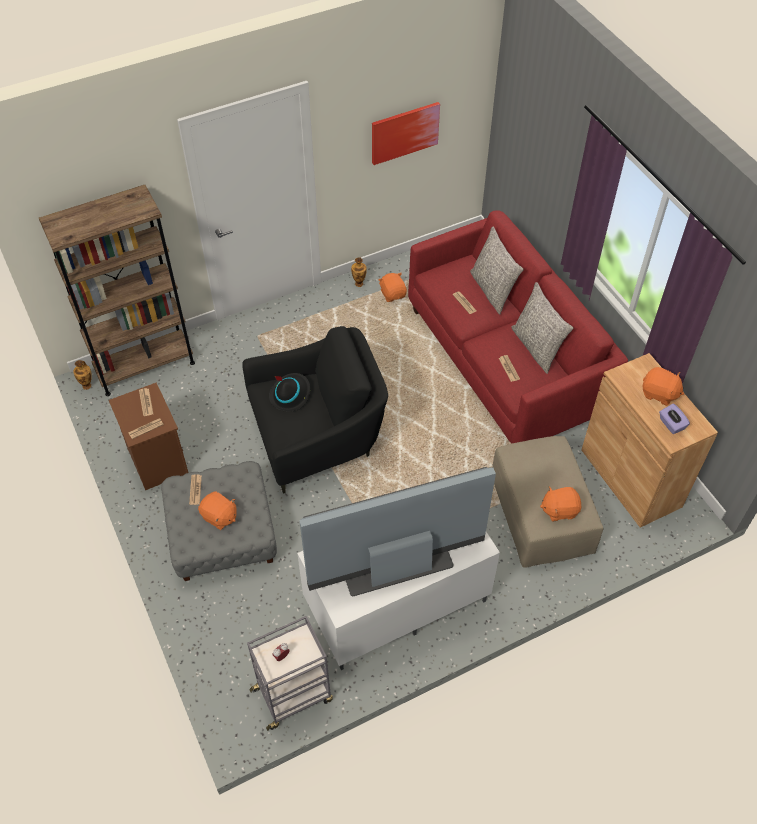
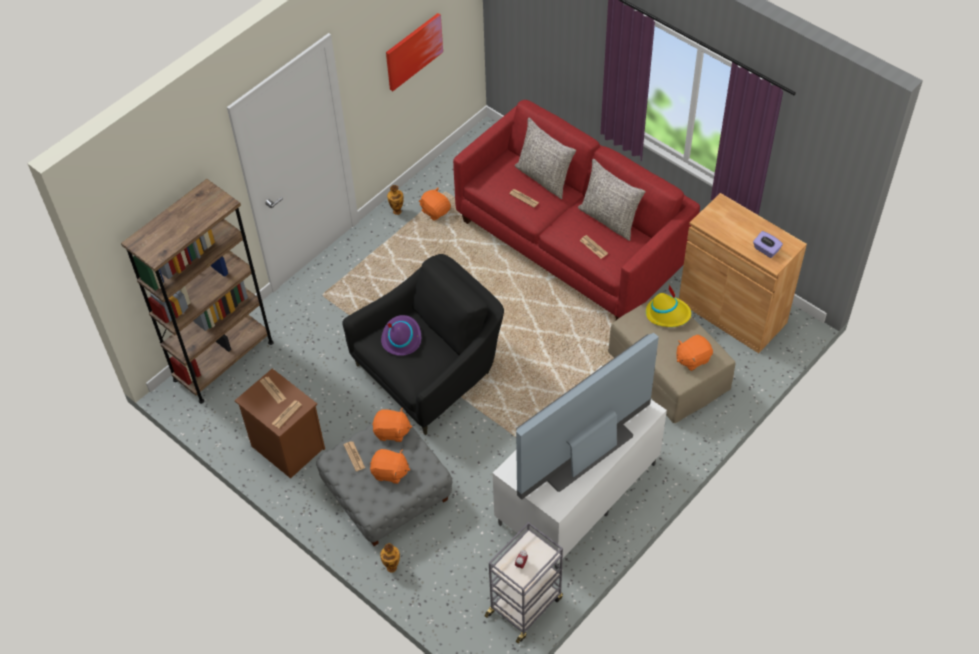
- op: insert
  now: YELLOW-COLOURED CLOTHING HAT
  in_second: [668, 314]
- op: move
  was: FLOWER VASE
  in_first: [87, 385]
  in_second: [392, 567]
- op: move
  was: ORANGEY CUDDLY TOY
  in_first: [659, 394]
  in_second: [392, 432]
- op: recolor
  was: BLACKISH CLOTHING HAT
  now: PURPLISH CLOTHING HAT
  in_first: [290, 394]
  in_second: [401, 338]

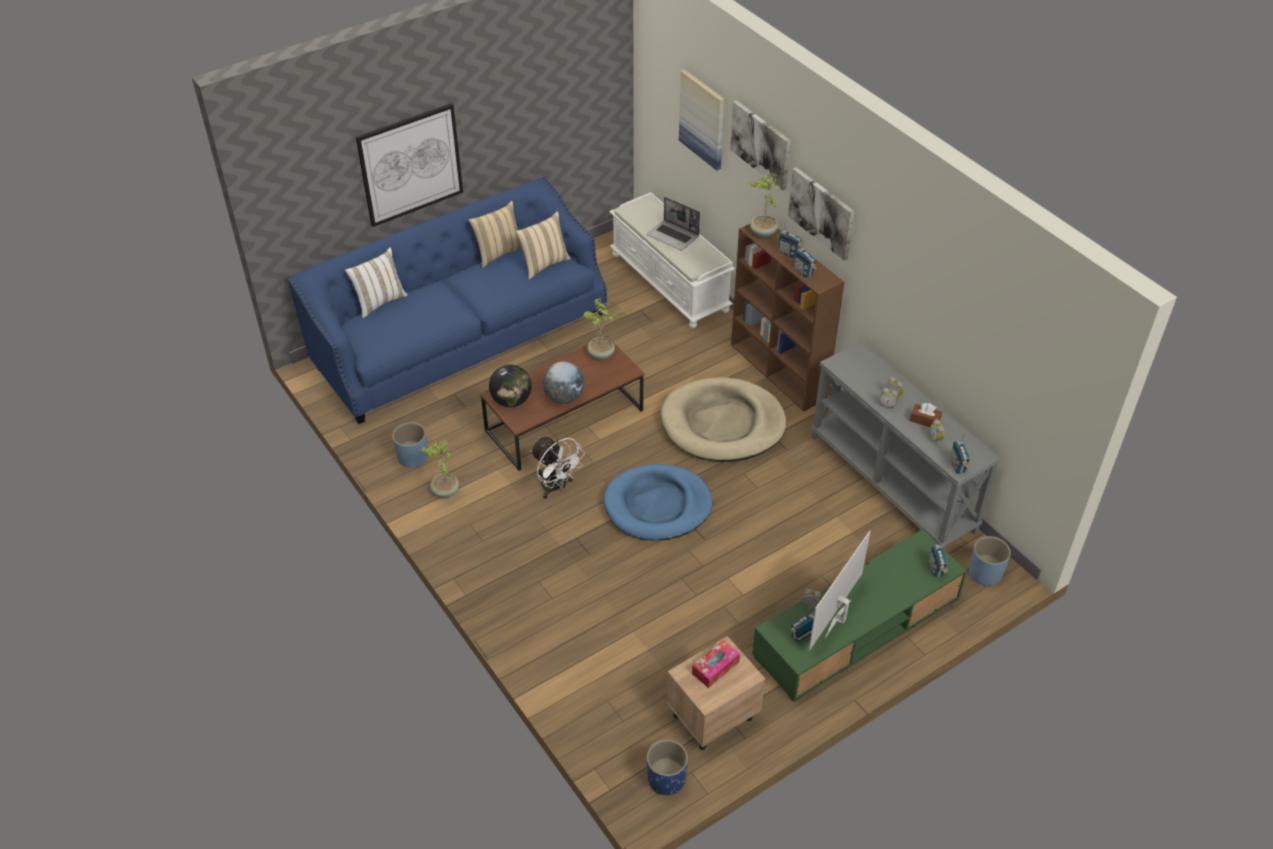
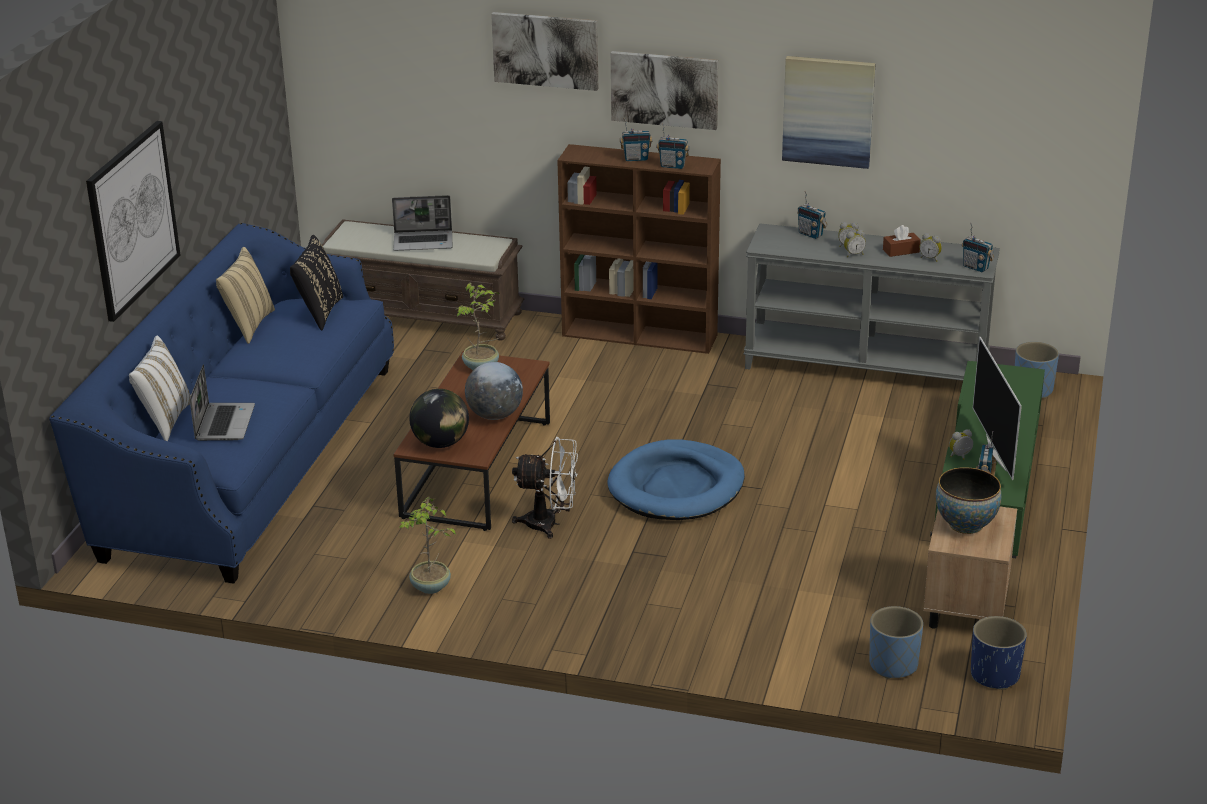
- op: delete
  was: BEIGE DOG CUSHION
  in_first: [723, 424]
- op: delete
  was: POTTED PLANT
  in_first: [762, 232]
- op: insert
  now: PORTABLE COMPUTER
  in_second: [224, 423]
- op: move
  was: BLUE-COLOURED FLOWER POT
  in_first: [413, 457]
  in_second: [893, 665]
- op: move
  was: PICTURE
  in_first: [703, 119]
  in_second: [828, 111]
- op: move
  was: RADIO RECEIVER
  in_first: [936, 569]
  in_second: [810, 234]
- op: replace
  was: TISSUE HOLDER
  now: BOWL
  in_first: [715, 668]
  in_second: [965, 524]
- op: recolor
  was: BEIGE CUSHION
  now: BLACKISH CUSHION
  in_first: [543, 264]
  in_second: [319, 312]
- op: recolor
  was: WHITISH BENCH
  now: BROWNISH BENCH
  in_first: [671, 282]
  in_second: [424, 315]

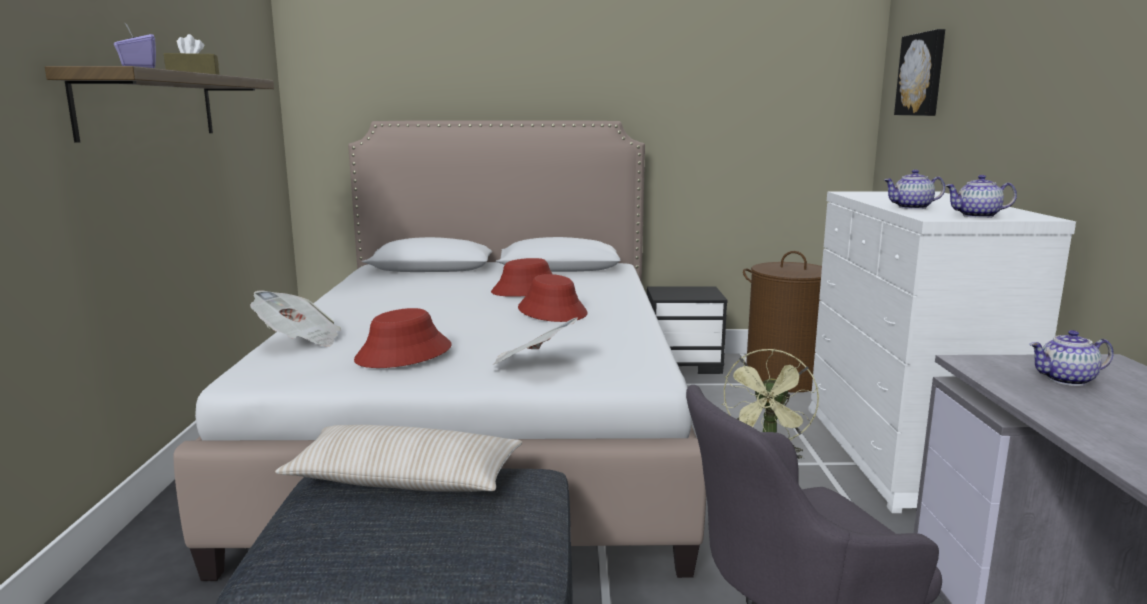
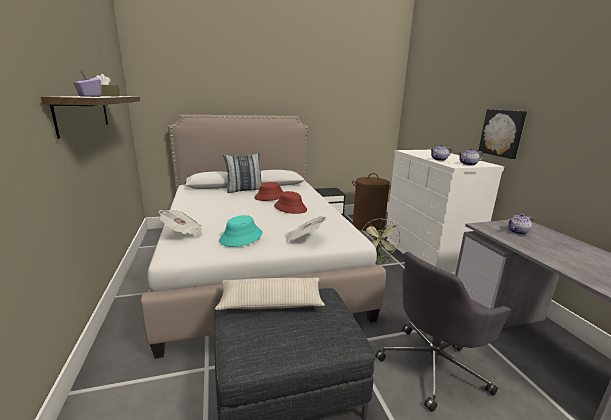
- op: insert
  now: CUSHION
  in_second: [244, 190]
- op: move
  was: PICTURE
  in_first: [922, 74]
  in_second: [502, 133]
- op: recolor
  was: RED-COLOURED CLOTHING HAT
  now: TURQUOISE-COLOURED CLOTHING HAT
  in_first: [404, 354]
  in_second: [241, 237]

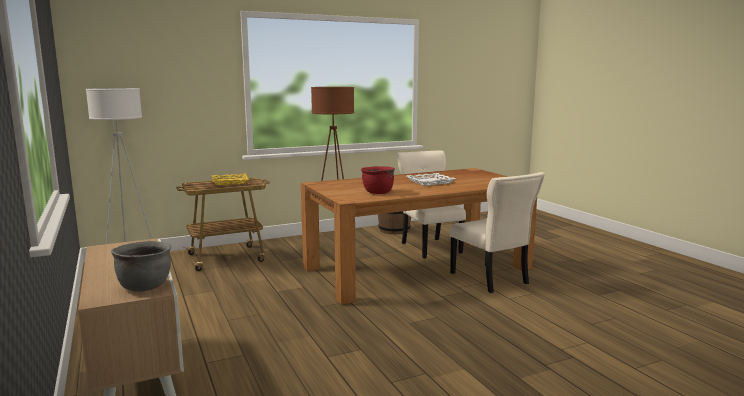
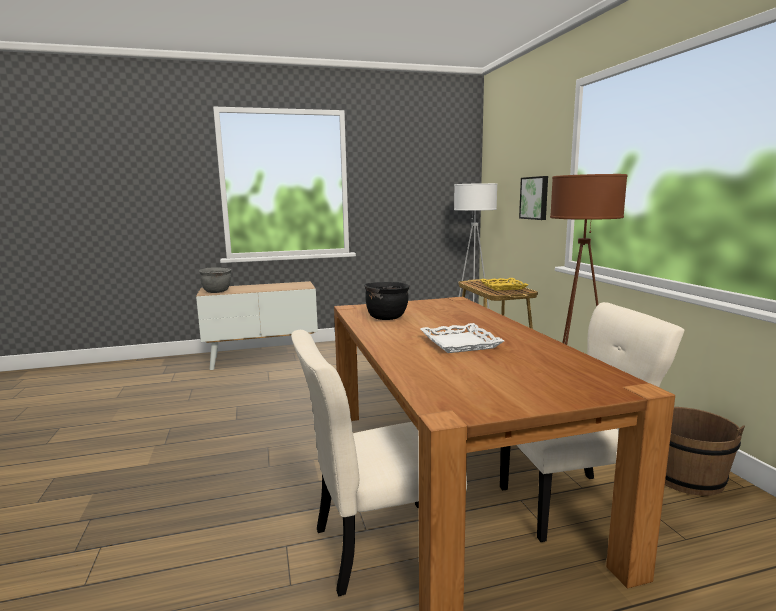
- op: insert
  now: PICTURE
  in_second: [535, 198]
- op: recolor
  was: RED-COLOURED COOKING POT
  now: BLACKISH COOKING POT
  in_first: [377, 192]
  in_second: [387, 317]

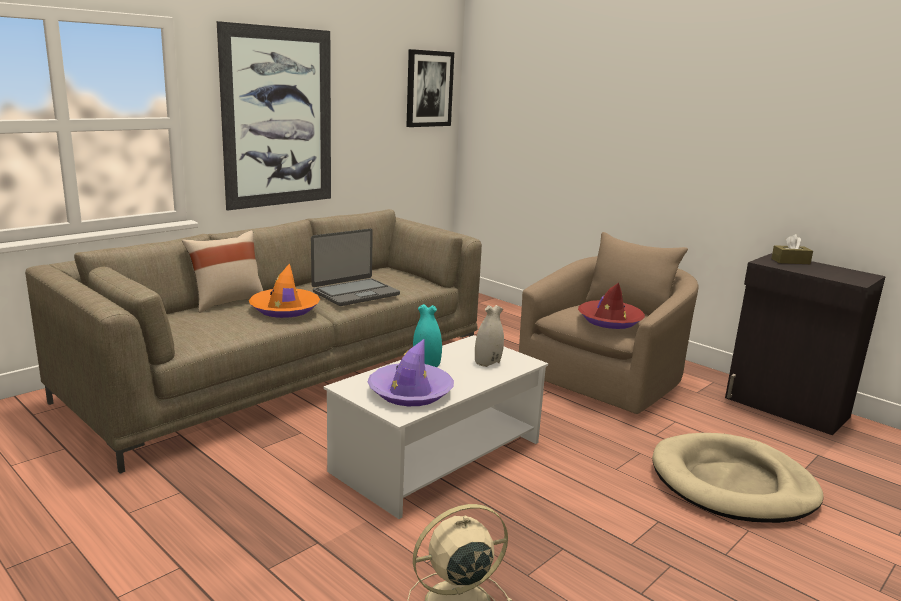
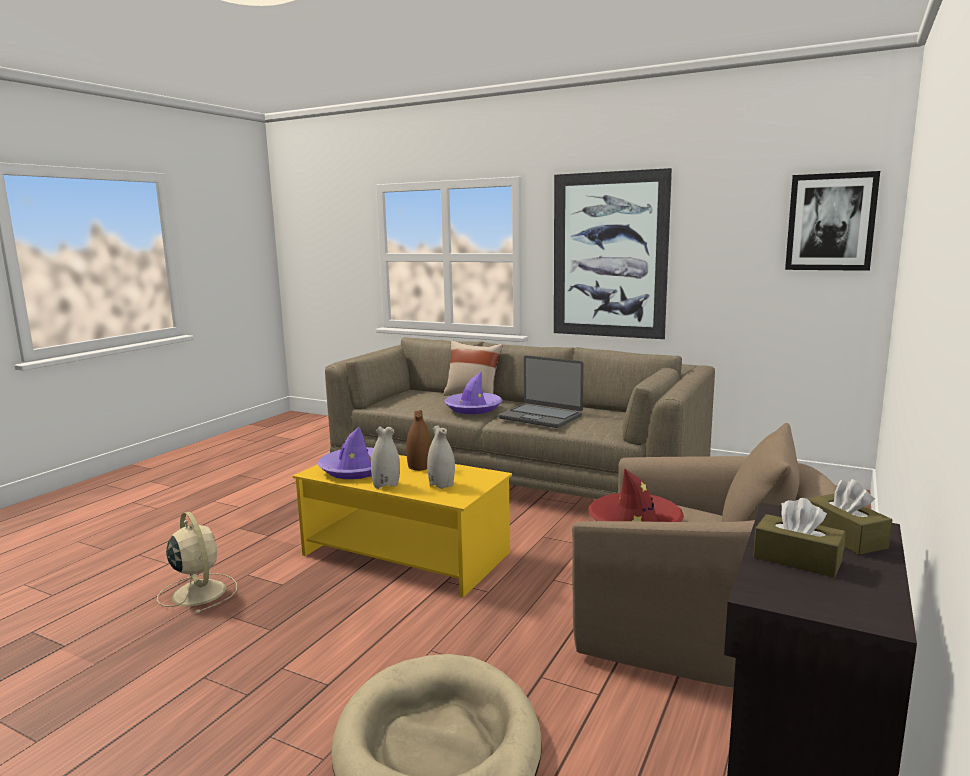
- op: insert
  now: WHITISH FLOWER VASE
  in_second: [386, 485]
- op: insert
  now: BROWNISH TISSUE HOLDER
  in_second: [797, 559]
- op: recolor
  was: ORANGEY CLOTHING HAT
  now: PURPLISH CLOTHING HAT
  in_first: [285, 309]
  in_second: [473, 408]
- op: recolor
  was: WHITISH LOUNGE TABLE
  now: YELLOW-COLOURED LOUNGE TABLE
  in_first: [439, 456]
  in_second: [407, 554]
- op: recolor
  was: TURQUOISE-COLOURED FLOWER VASE
  now: BROWNISH FLOWER VASE
  in_first: [426, 363]
  in_second: [419, 466]

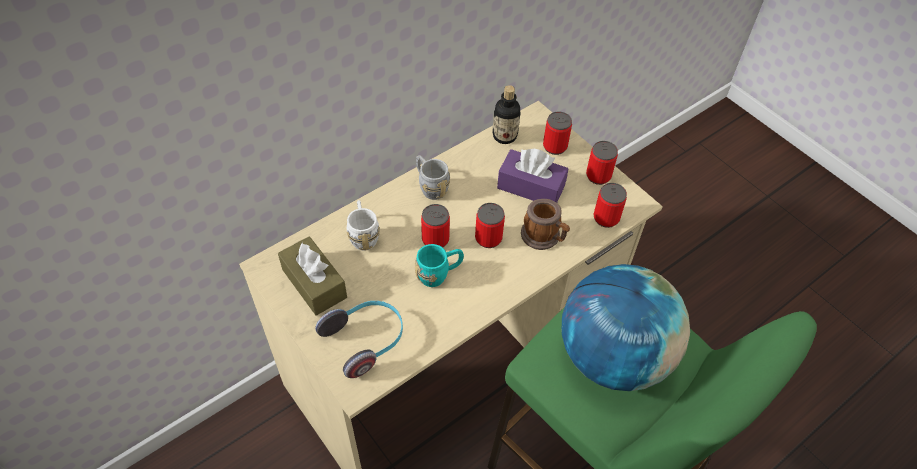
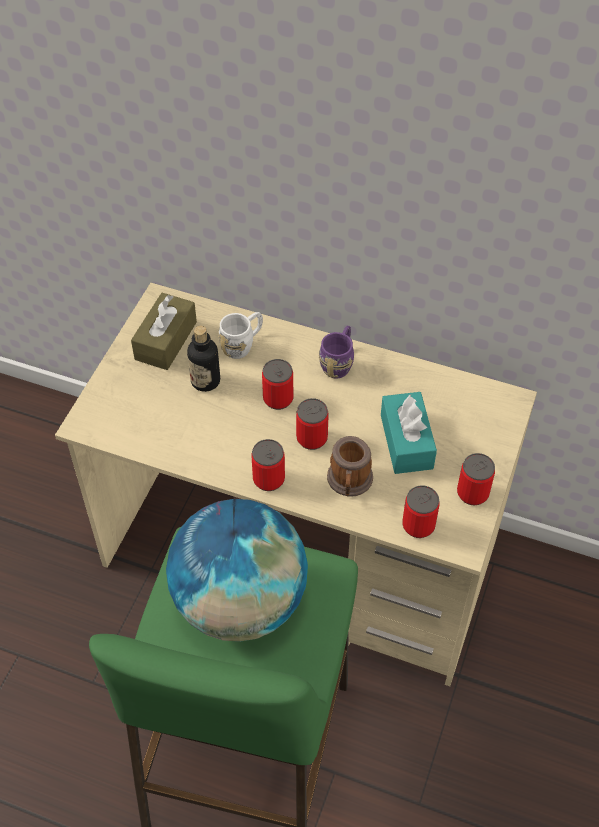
- op: delete
  was: HEADPHONES
  in_first: [365, 341]
- op: delete
  was: TURQUOISE-COLOURED TEA MUG
  in_first: [439, 274]
- op: move
  was: BOTTLE
  in_first: [504, 136]
  in_second: [205, 381]
- op: move
  was: SEALED CAN
  in_first: [555, 146]
  in_second: [268, 479]
- op: recolor
  was: GREYISH TEA MUG
  now: PURPLISH TEA MUG
  in_first: [430, 186]
  in_second: [339, 362]
- op: recolor
  was: PURPLISH TISSUE HOLDER
  now: TURQUOISE-COLOURED TISSUE HOLDER
  in_first: [531, 187]
  in_second: [406, 441]

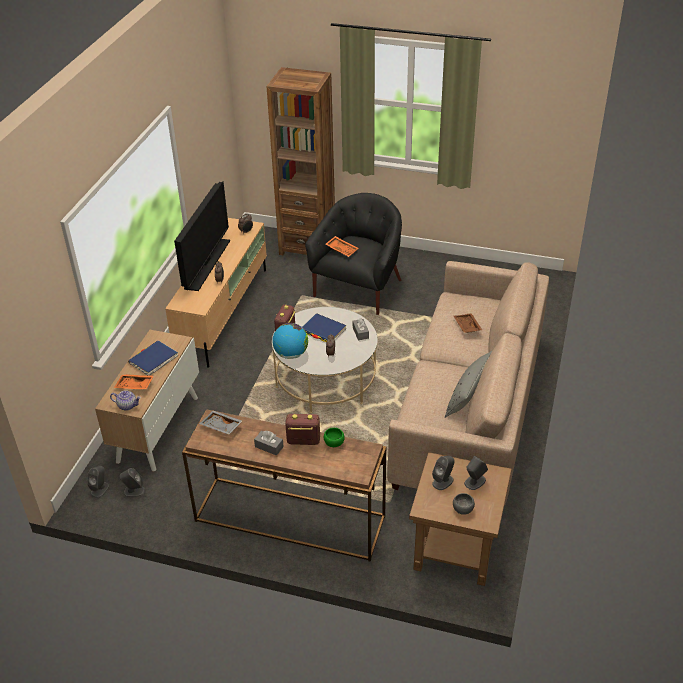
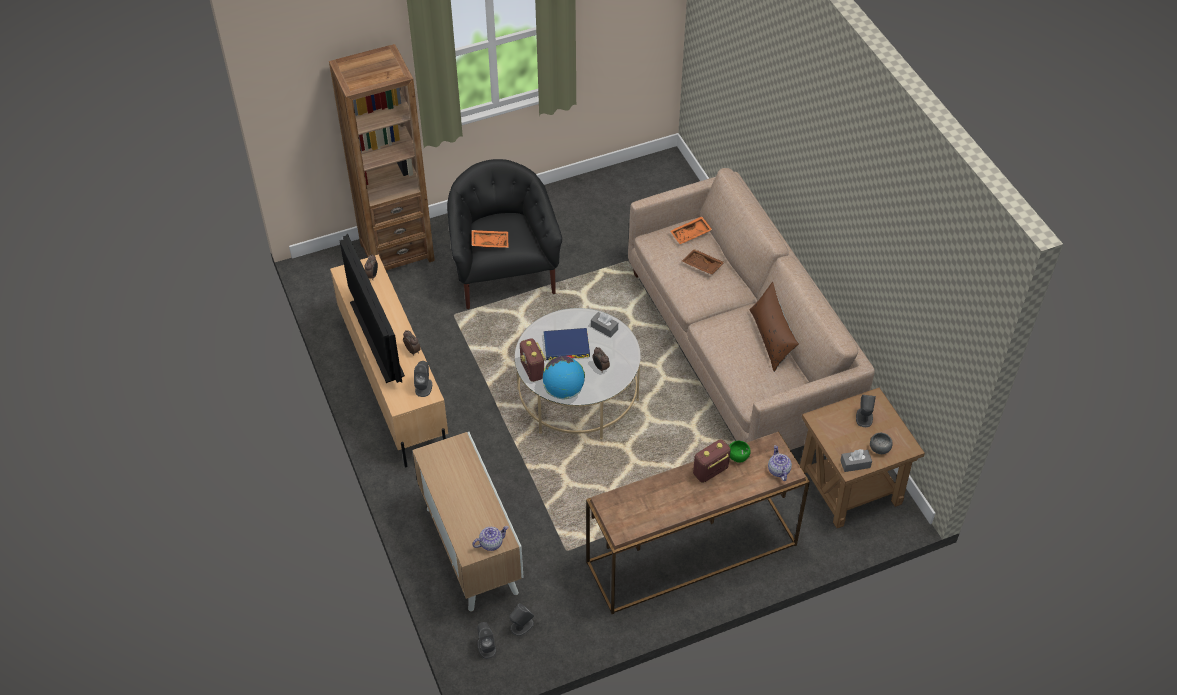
- op: delete
  was: BLUE-COLOURED BOUND BOOK
  in_first: [153, 360]
- op: delete
  was: GREYISH CARRYING TRAY
  in_first: [220, 427]
- op: insert
  now: TEAPOT
  in_second: [778, 470]
- op: move
  was: ORANGEY CARRYING TRAY
  in_first: [134, 386]
  in_second: [691, 234]
- op: move
  was: GREYISH TISSUE HOLDER
  in_first: [269, 447]
  in_second: [855, 464]
- op: move
  was: GREYISH SPEAKER
  in_first: [443, 481]
  in_second: [423, 387]
- op: recolor
  was: GREYISH CUSHION
  now: BROWNISH CUSHION
  in_first: [467, 396]
  in_second: [771, 338]

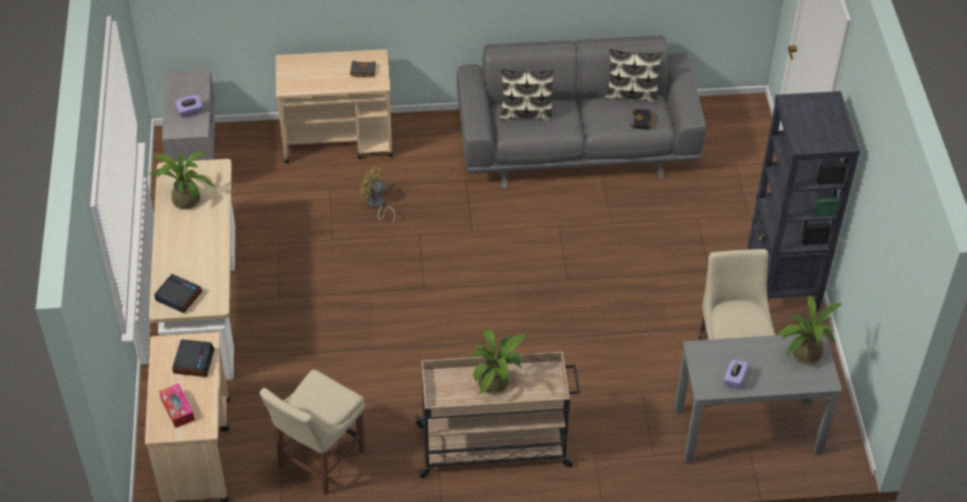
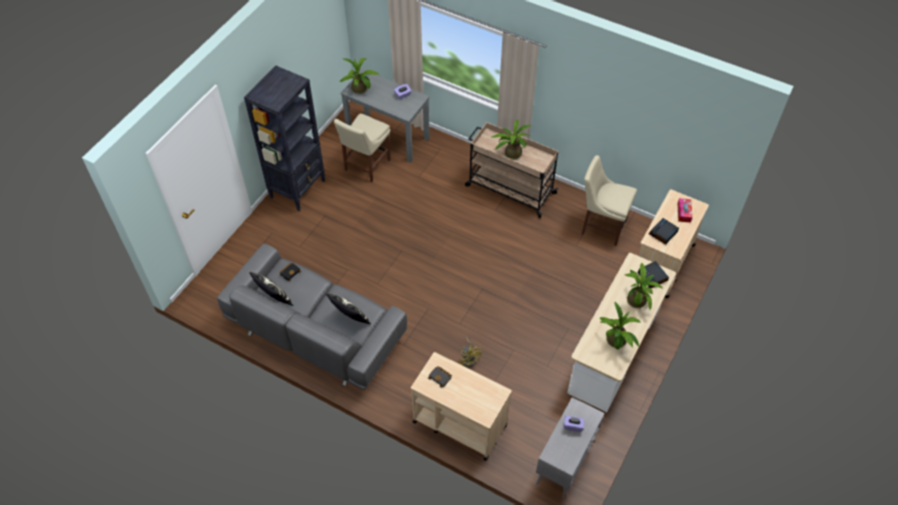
- op: insert
  now: POTTED PLANT
  in_second: [637, 299]
- op: rotate
  was: BEIGE PLAIN CHAIR
  in_first: [318, 461]
  in_second: [601, 226]
  clockwise: -135

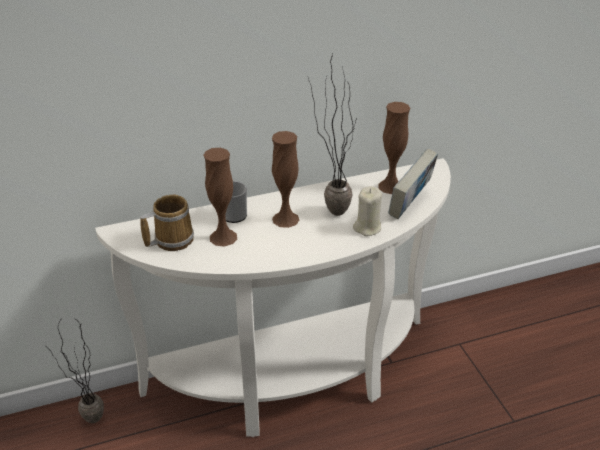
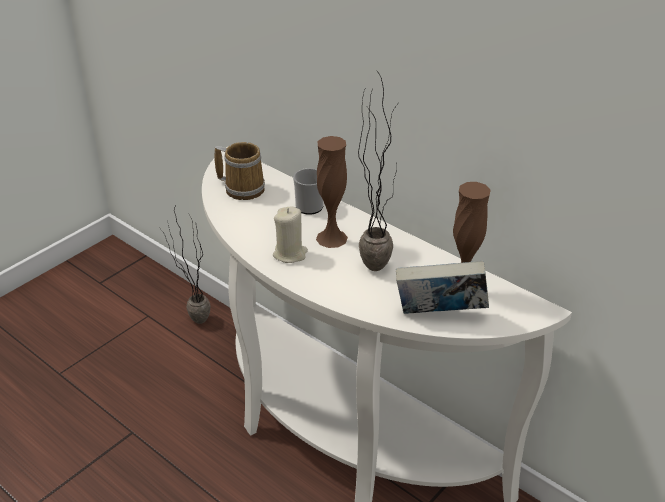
- op: delete
  was: BROWNISH FLOWER VASE
  in_first: [223, 237]
- op: move
  was: BEIGE CANDLE
  in_first: [367, 227]
  in_second: [290, 254]

